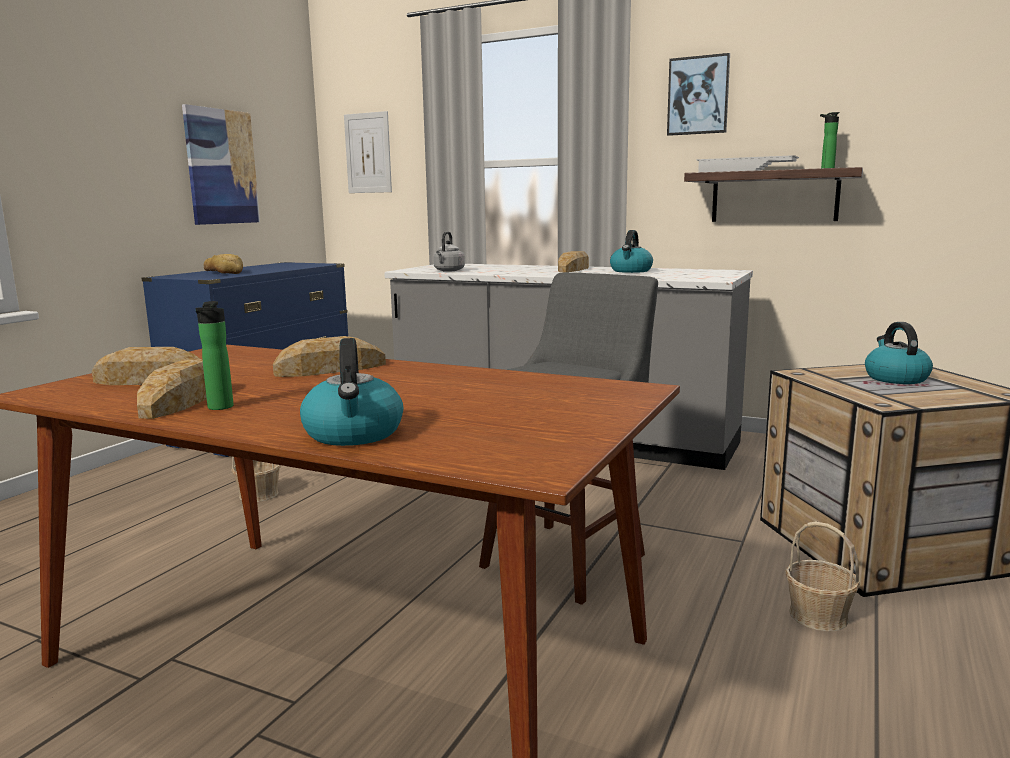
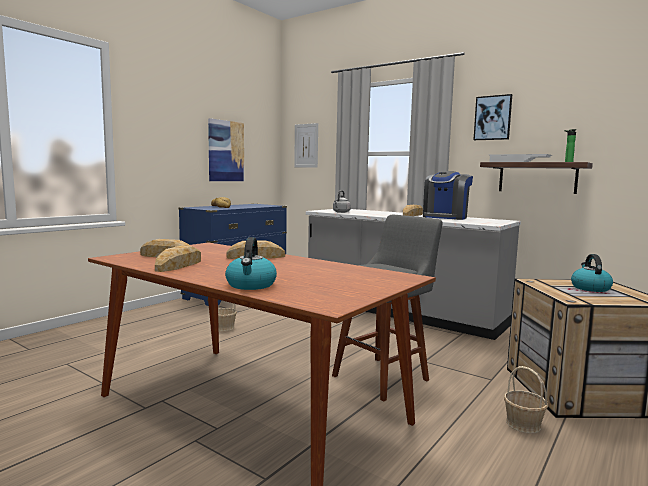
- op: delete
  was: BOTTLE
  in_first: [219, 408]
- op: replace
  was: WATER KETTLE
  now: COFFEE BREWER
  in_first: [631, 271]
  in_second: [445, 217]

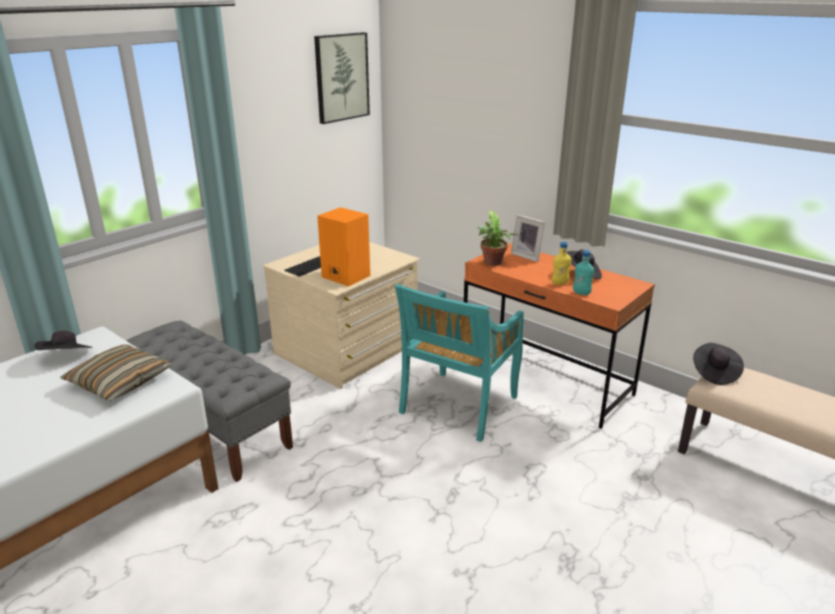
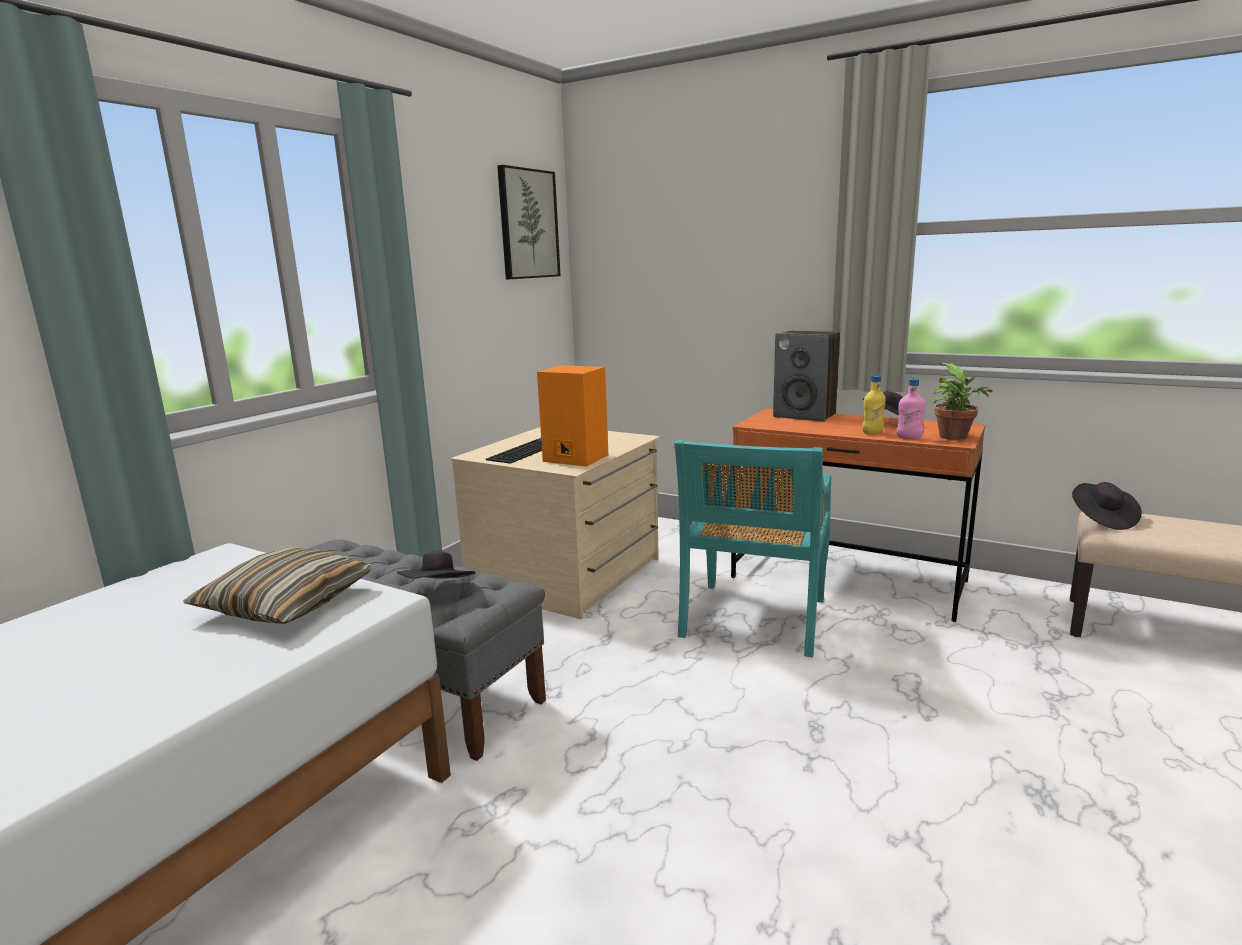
- op: move
  was: BLACKISH CLOTHING HAT
  in_first: [67, 357]
  in_second: [439, 592]
- op: move
  was: POTTED PLANT
  in_first: [493, 263]
  in_second: [955, 437]
- op: replace
  was: STANDING FRAME
  now: SPEAKER
  in_first: [528, 256]
  in_second: [805, 415]
- op: recolor
  was: TURQUOISE-COLOURED BOTTLE
  now: PINK BOTTLE
  in_first: [581, 293]
  in_second: [909, 438]

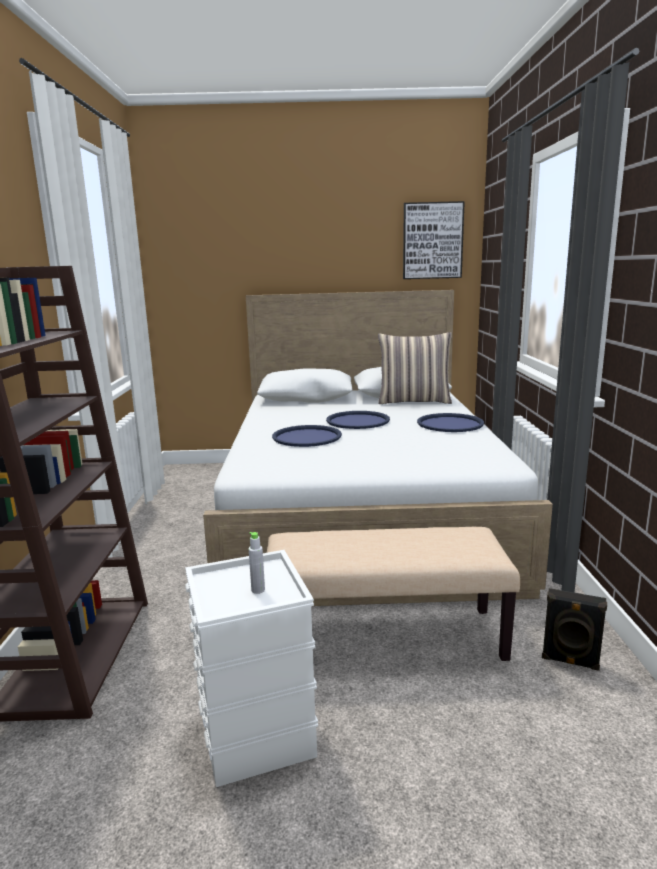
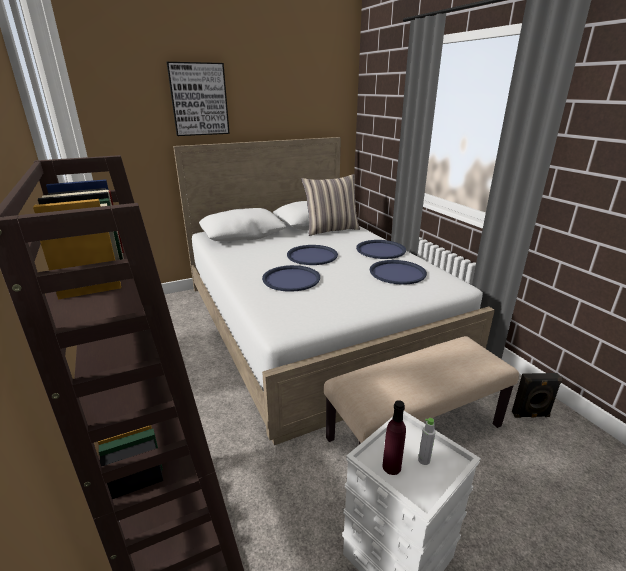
- op: insert
  now: BLUE-COLOURED CARRYING TRAY
  in_second: [397, 273]
- op: insert
  now: PURPLISH BOTTLE
  in_second: [391, 467]
- op: move
  was: PICTURE
  in_first: [432, 241]
  in_second: [199, 99]

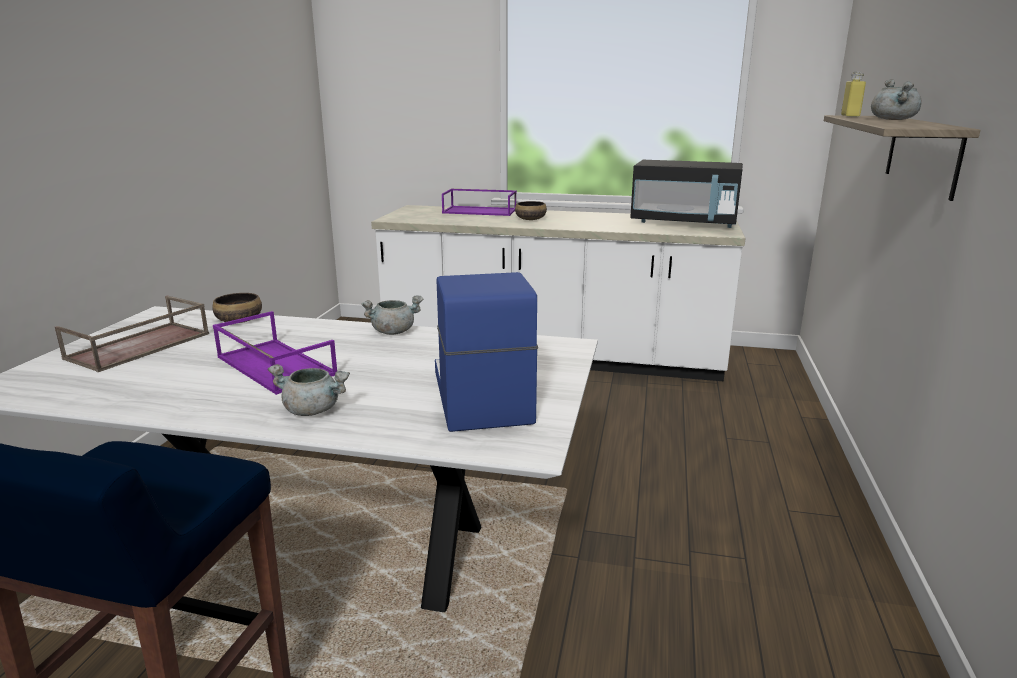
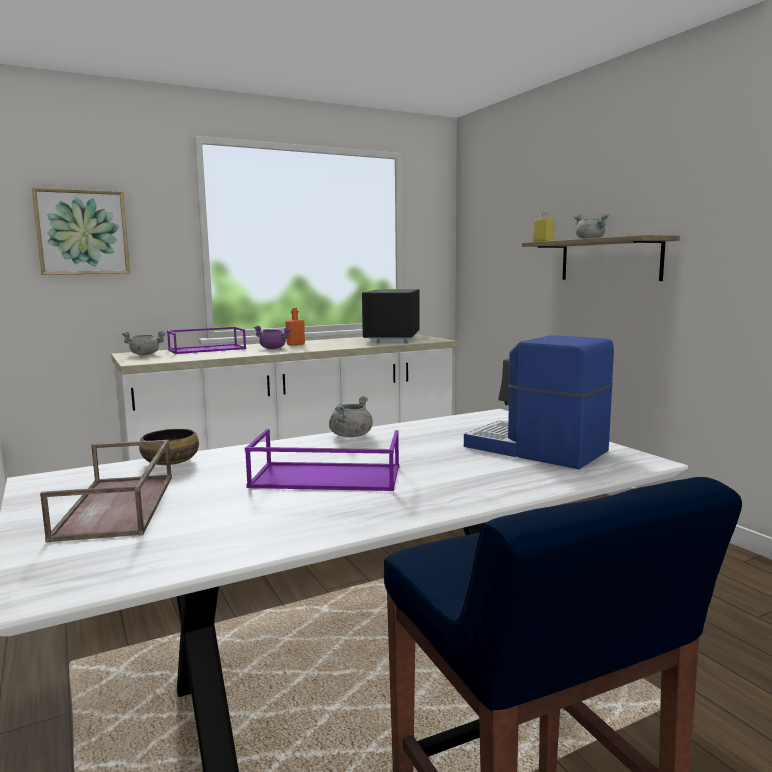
- op: insert
  now: PICTURE
  in_second: [82, 232]
- op: insert
  now: ORANGEY BOTTLE
  in_second: [295, 344]
- op: move
  was: GREYISH COOKING POT
  in_first: [313, 410]
  in_second: [145, 354]
- op: replace
  was: BOWL
  now: PURPLISH COOKING POT
  in_first: [531, 219]
  in_second: [273, 348]
- op: rotate
  was: BLACKISH MICROWAVE OVEN
  in_first: [684, 222]
  in_second: [392, 338]
  clockwise: 120

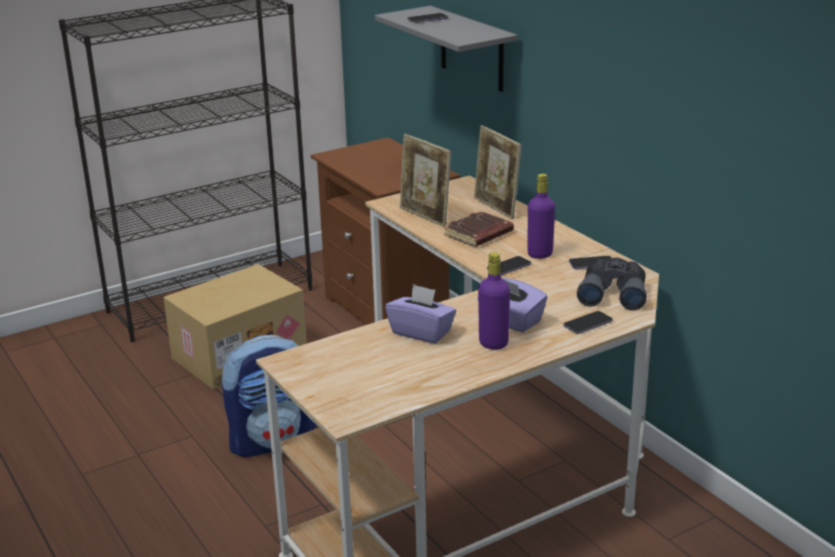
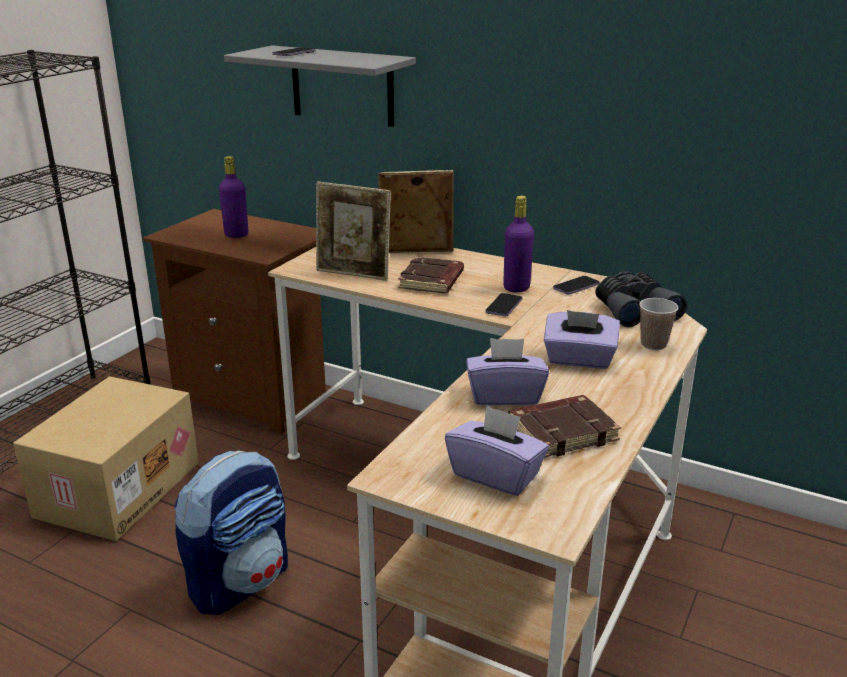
- op: insert
  now: PURPLISH TISSUE HOLDER
  in_second: [496, 475]
- op: insert
  now: BROWNISH BOUND BOOK
  in_second: [562, 431]
- op: move
  was: PURPLISH BOTTLE
  in_first: [493, 343]
  in_second: [236, 235]
- op: replace
  was: TELEPHONE
  now: DRINKING CUP
  in_first: [588, 324]
  in_second: [653, 344]
- op: rotate
  was: STANDING FRAME
  in_first: [496, 208]
  in_second: [416, 253]
  clockwise: 150

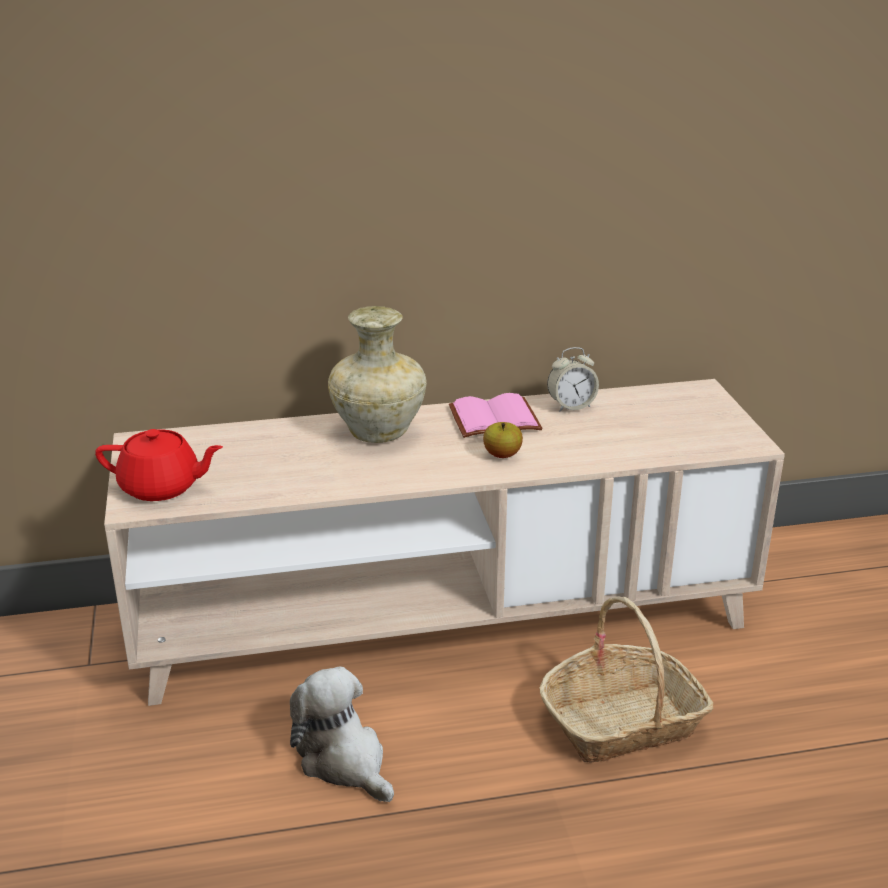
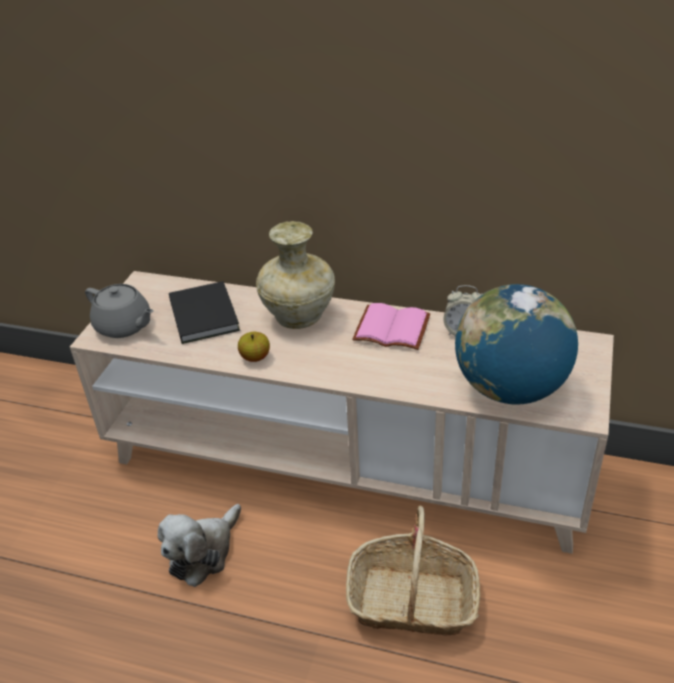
- op: insert
  now: BLACKISH BOUND BOOK
  in_second: [205, 313]
- op: insert
  now: GLOBE
  in_second: [510, 389]
- op: move
  was: APPLE
  in_first: [502, 455]
  in_second: [255, 357]
- op: recolor
  was: RED-COLOURED TEAPOT
  now: GREYISH TEAPOT
  in_first: [162, 487]
  in_second: [124, 326]
- op: rotate
  was: CUDDLY TOY
  in_first: [344, 760]
  in_second: [203, 552]
  clockwise: -135

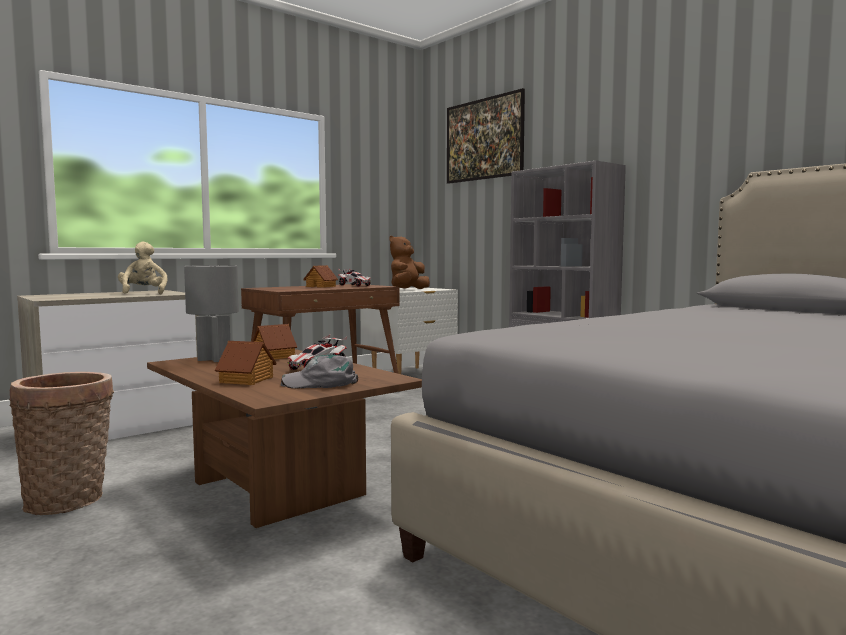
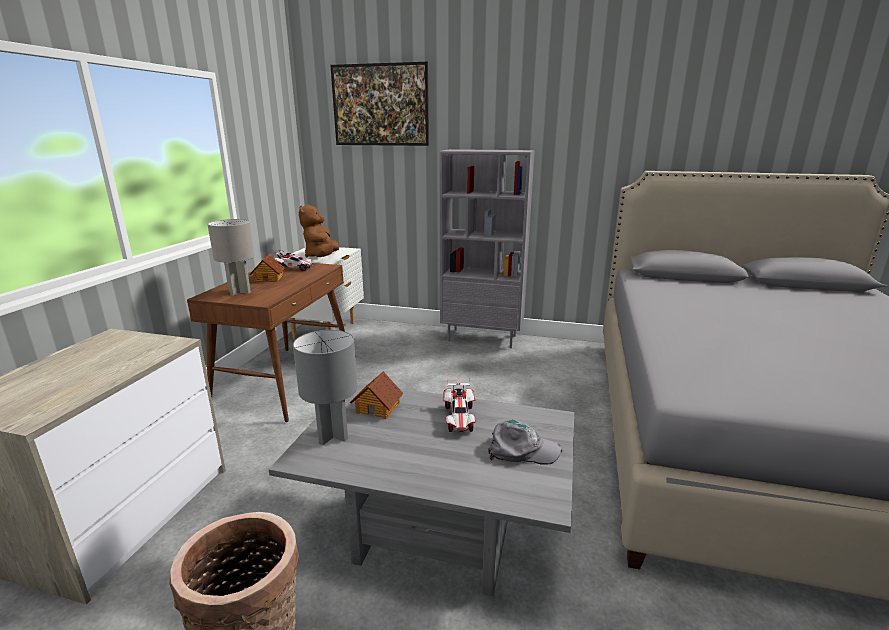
- op: delete
  was: BEIGE CUDDLY TOY
  in_first: [143, 293]
- op: delete
  was: MINIATURE HOUSE
  in_first: [247, 380]
- op: insert
  now: GREYISH TABLE LAMP
  in_second: [240, 292]
- op: recolor
  was: BROWNISH LOUNGE TABLE
  now: GREYISH LOUNGE TABLE
  in_first: [278, 488]
  in_second: [436, 533]
- op: rotate
  was: GREYISH BASEBALL CAP
  in_first: [321, 383]
  in_second: [522, 450]
  clockwise: -135

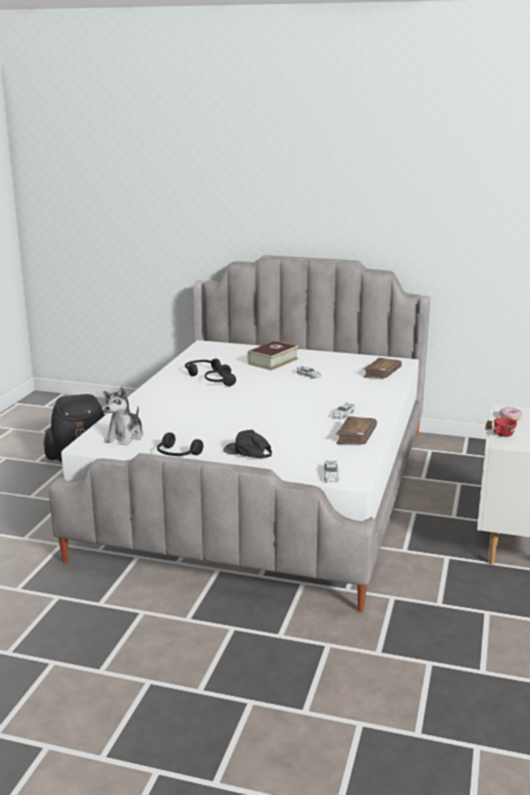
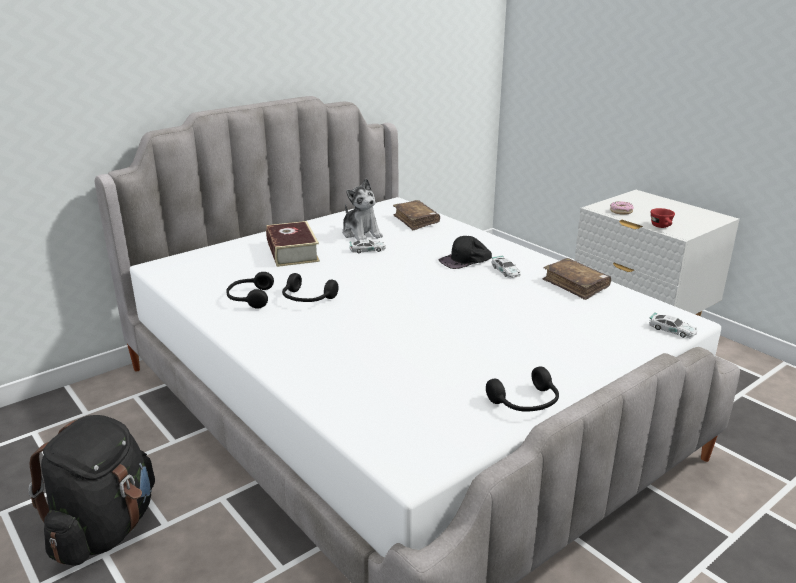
- op: move
  was: CUDDLY TOY
  in_first: [125, 437]
  in_second: [361, 234]
- op: move
  was: BLACKISH BASEBALL CAP
  in_first: [248, 452]
  in_second: [465, 260]

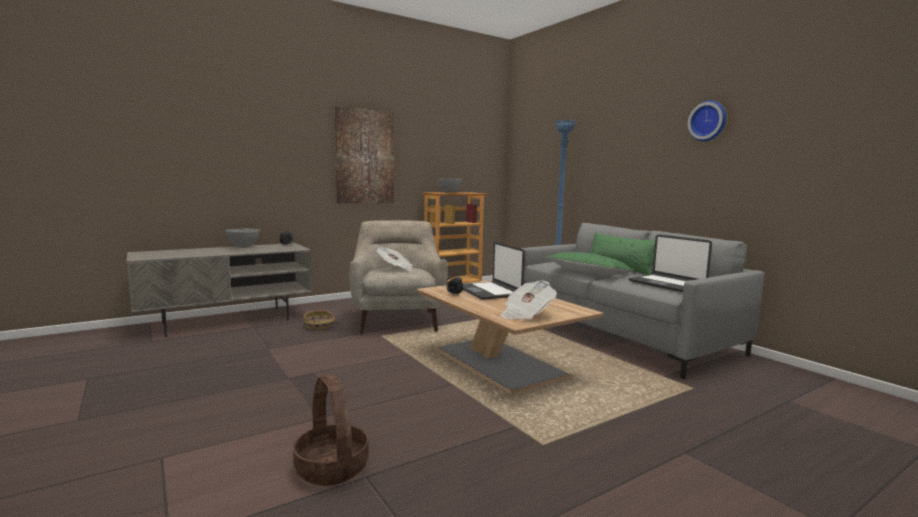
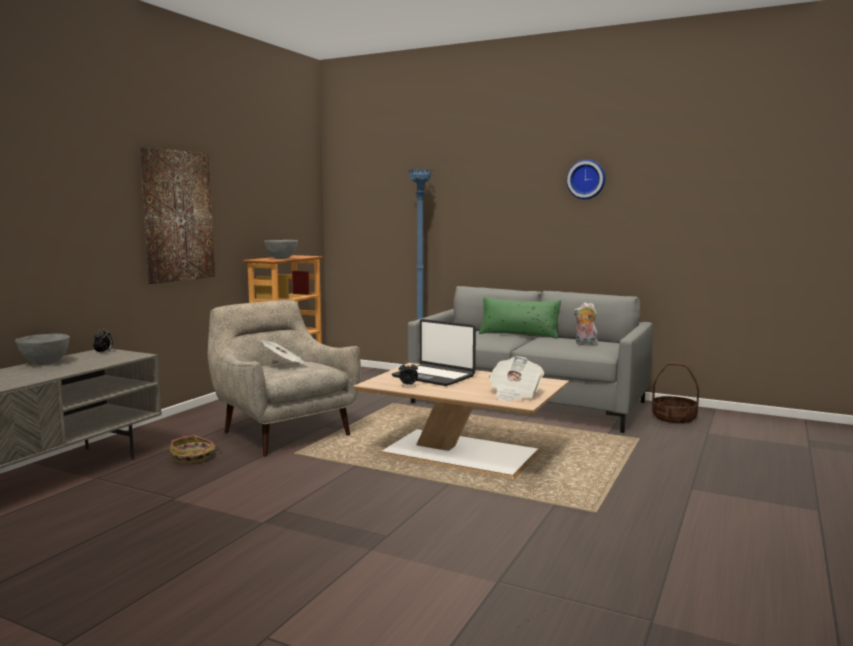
- op: delete
  was: GREEN-COLOURED CUSHION
  in_first: [588, 272]
- op: move
  was: STORAGE BASKET
  in_first: [331, 467]
  in_second: [673, 418]
- op: replace
  was: PORTABLE COMPUTER
  now: CUDDLY TOY
  in_first: [667, 284]
  in_second: [585, 344]

